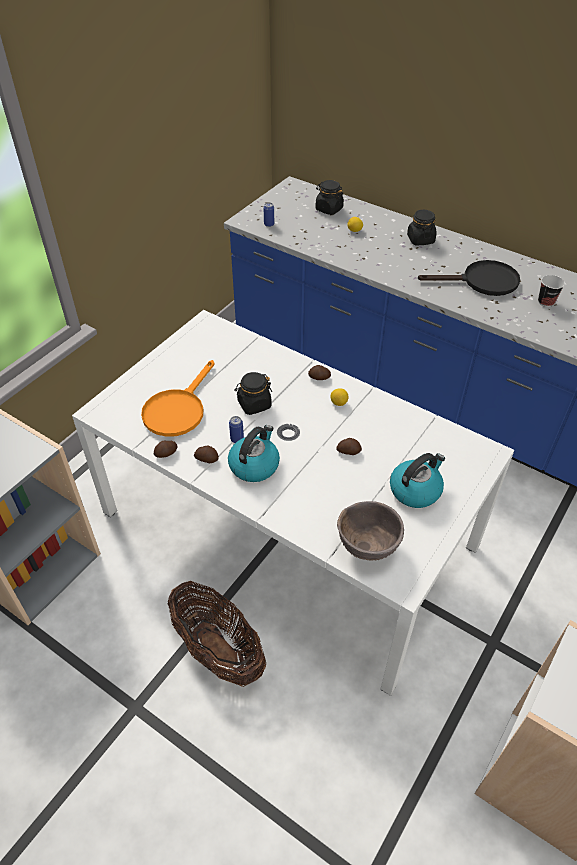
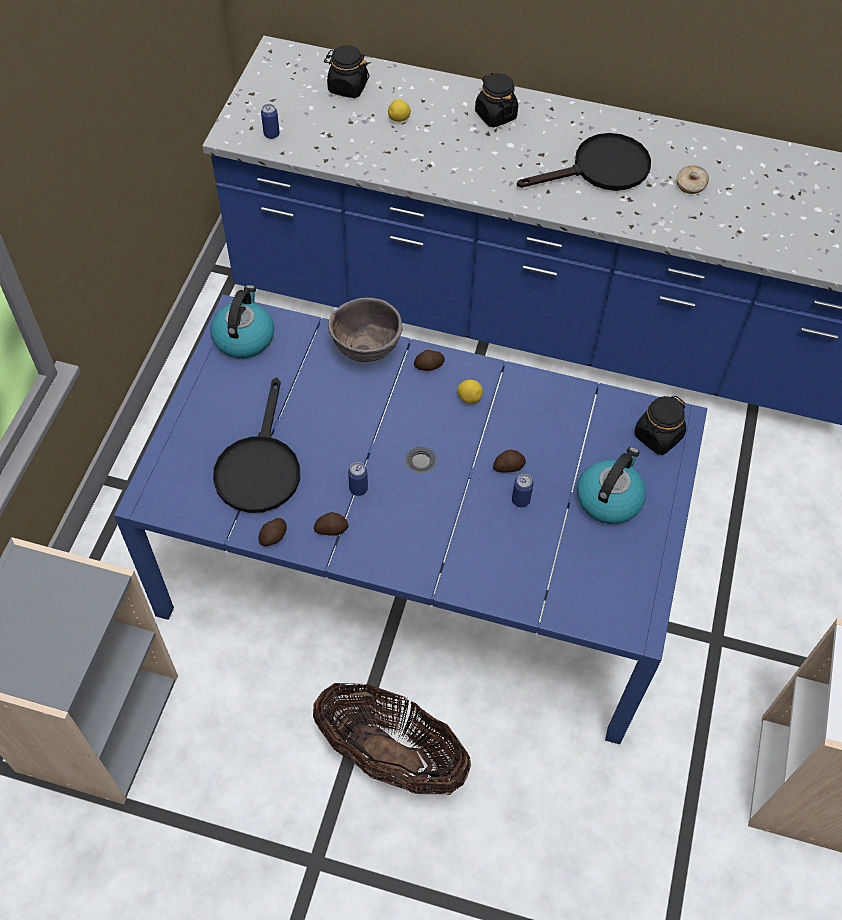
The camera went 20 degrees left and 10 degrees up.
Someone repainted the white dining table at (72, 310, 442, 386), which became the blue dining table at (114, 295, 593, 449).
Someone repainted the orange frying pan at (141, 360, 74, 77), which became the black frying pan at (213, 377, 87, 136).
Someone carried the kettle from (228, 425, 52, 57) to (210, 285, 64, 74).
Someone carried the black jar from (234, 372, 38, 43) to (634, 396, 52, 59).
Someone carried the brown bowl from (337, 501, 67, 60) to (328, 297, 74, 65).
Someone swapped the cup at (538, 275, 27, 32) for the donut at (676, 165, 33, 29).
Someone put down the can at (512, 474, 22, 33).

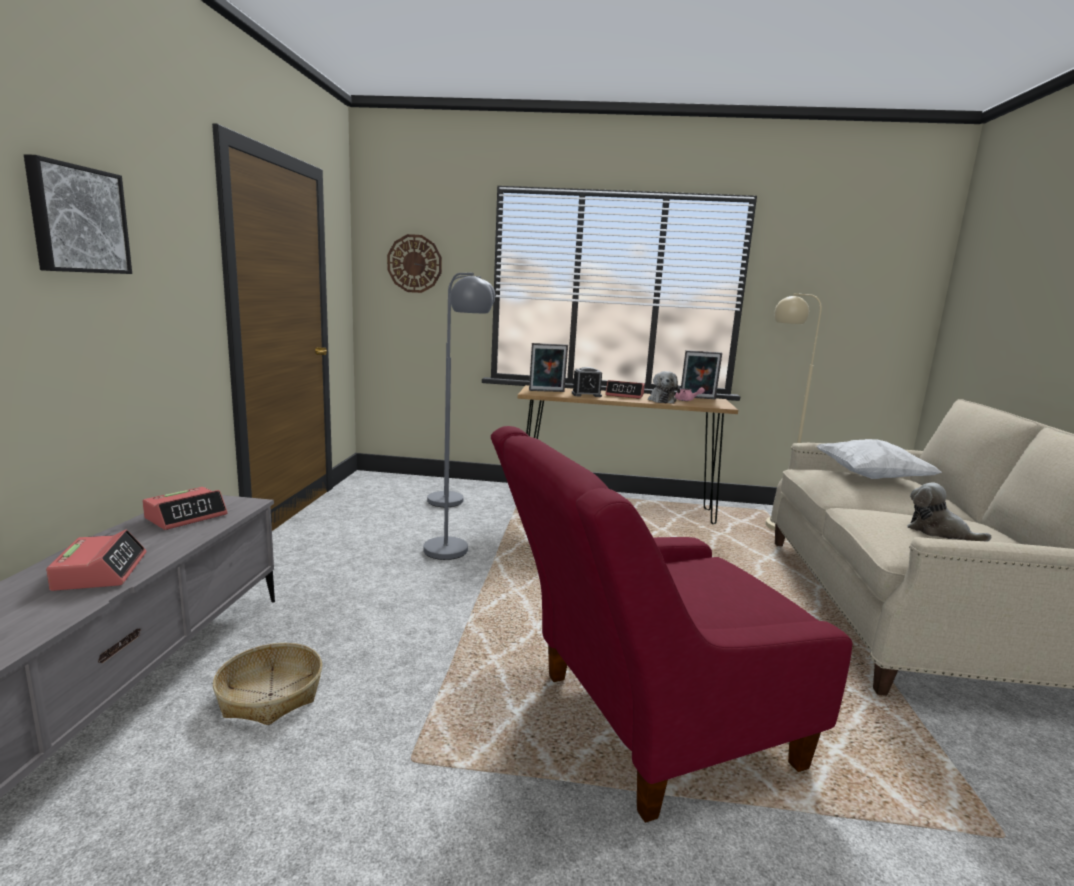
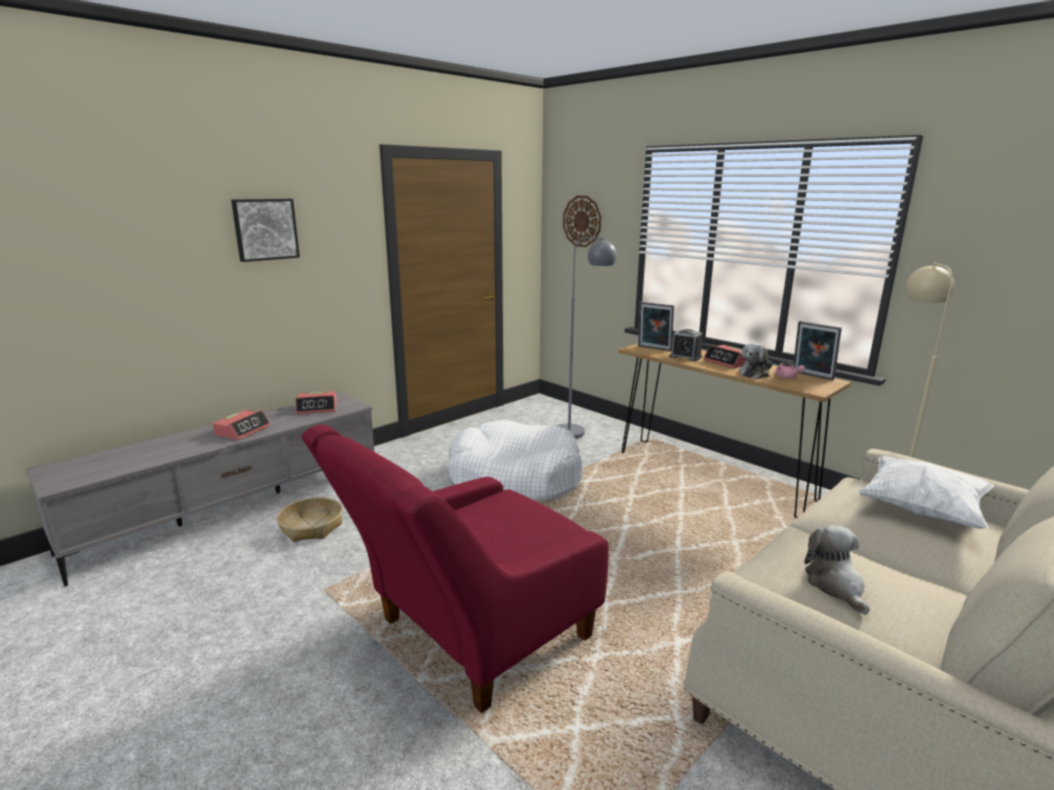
The camera went 40 degrees right and 5 degrees up.
Someone swapped the grey floor lamp at (423, 273, 70, 287) for the white dog bed at (447, 420, 135, 80).
Someone rotated the red armchair at (491, 426, 361, 397) by 60 degrees counterclockwise.

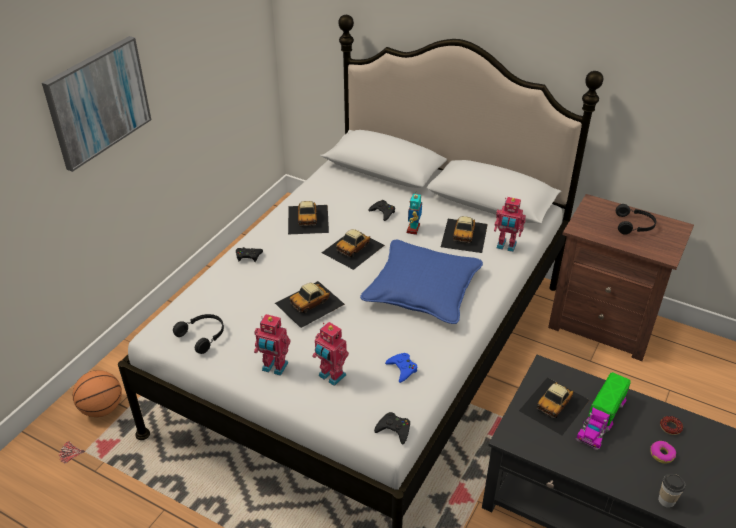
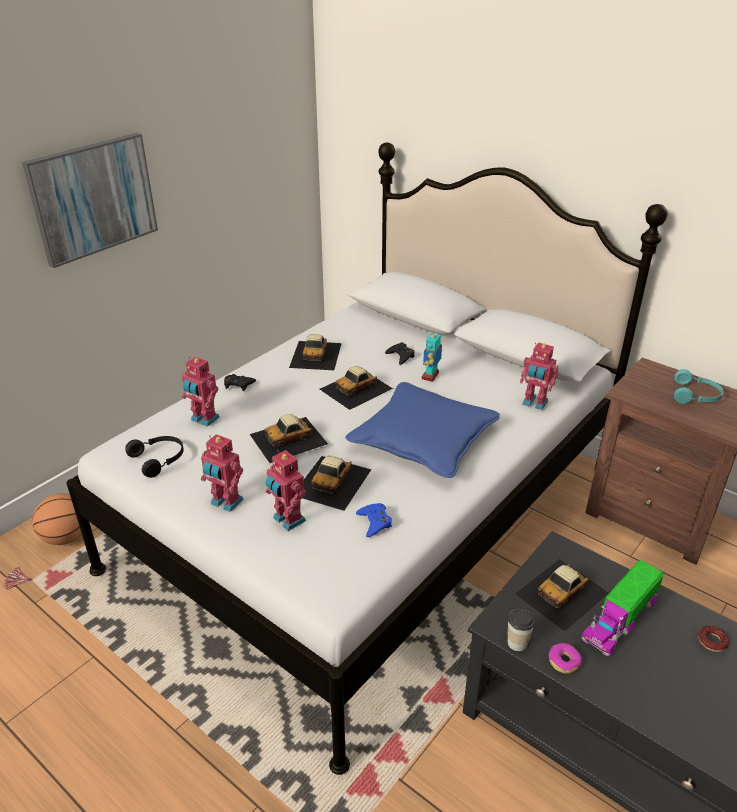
The camera went 10 degrees right and 5 degrees down.
Someone took away the black game controller at (374, 412, 36, 33).
Someone carried the toy car from (441, 216, 47, 37) to (303, 456, 69, 55).
Someone repainted the black headphones at (616, 204, 40, 31), which became the turquoise headphones at (674, 369, 50, 35).
Someone carried the donut from (650, 441, 26, 23) to (549, 643, 33, 31).
Someone carried the cup from (658, 474, 27, 34) to (508, 609, 27, 42).
Someone put down the toy robot at (182, 357, 38, 70).

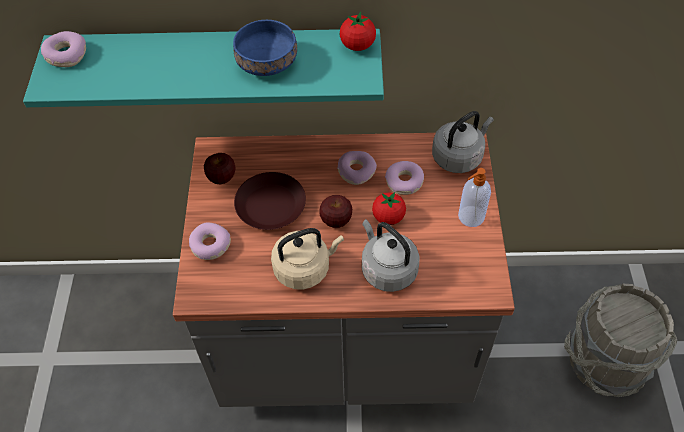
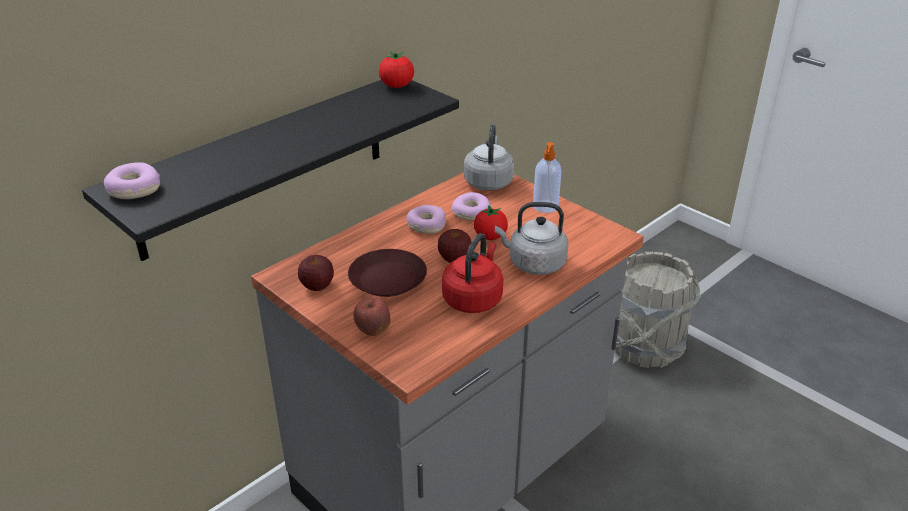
The camera went 45 degrees left and 20 degrees down.
Someone repainted the turquoise shelf at (23, 29, 361, 78), which became the black shelf at (82, 80, 377, 181).
Someone swapped the donut at (189, 222, 42, 38) for the apple at (353, 297, 37, 39).
Someone took away the blue bowl at (233, 20, 64, 56).
Someone repainted the beige kettle at (271, 228, 73, 62), which became the red kettle at (442, 233, 61, 80).

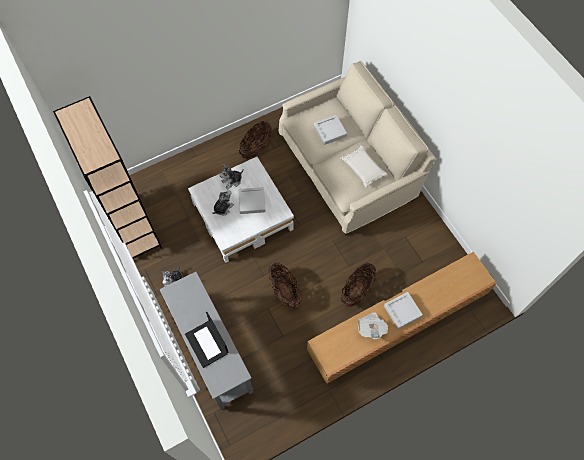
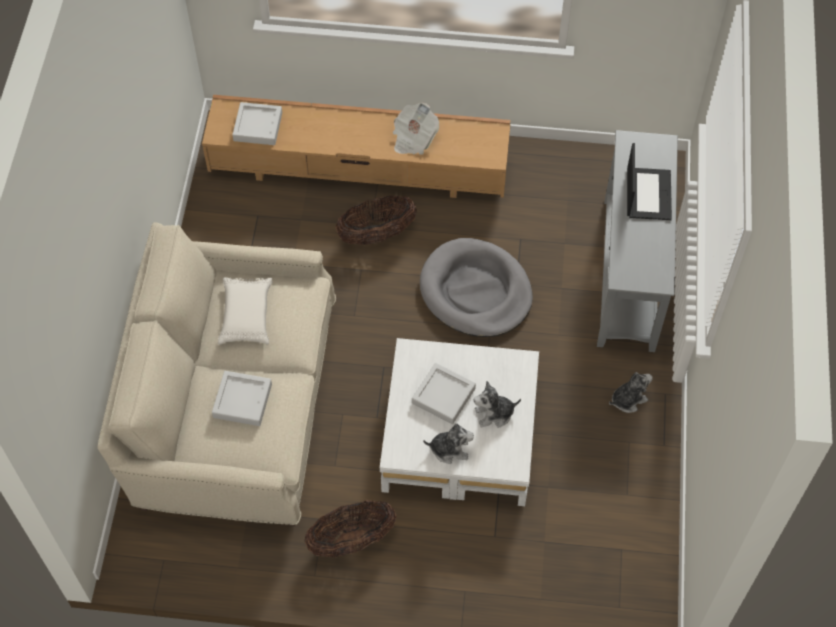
The camera went 145 degrees left and 5 degrees down.
Someone took away the beige bookcase at (53, 96, 109, 163).
Someone swapped the basket at (269, 262, 32, 47) for the grey dog bed at (420, 238, 113, 99).
Someone carried the grey tray from (384, 292, 39, 37) to (232, 102, 50, 43).

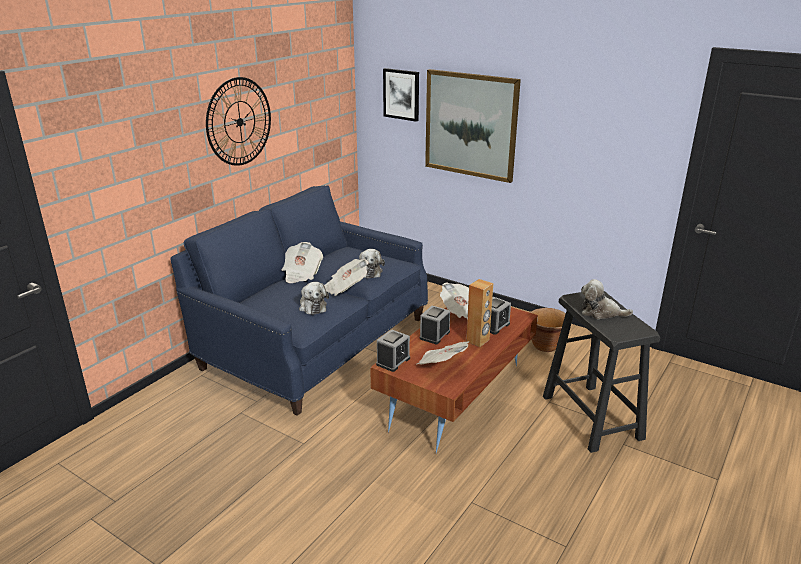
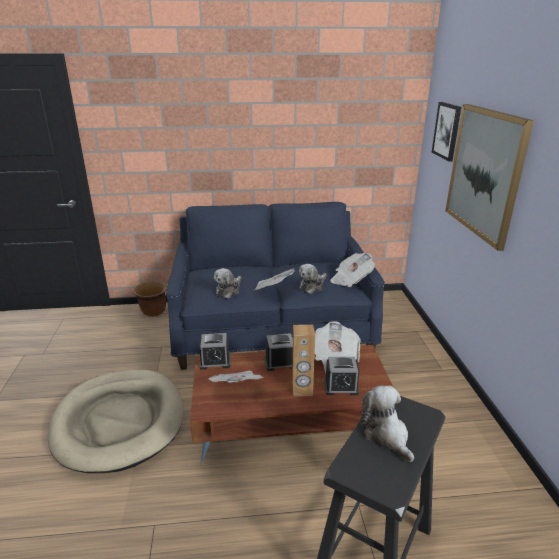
The camera went 50 degrees right and 0 degrees up.
Someone took away the wall clock at (206, 77, 65, 89).
Someone carried the newspaper from (282, 242, 41, 41) to (330, 253, 45, 34).
Someone carried the brown planter from (530, 308, 36, 44) to (133, 281, 34, 36).
Someone put down the beige dog bed at (48, 370, 136, 103).

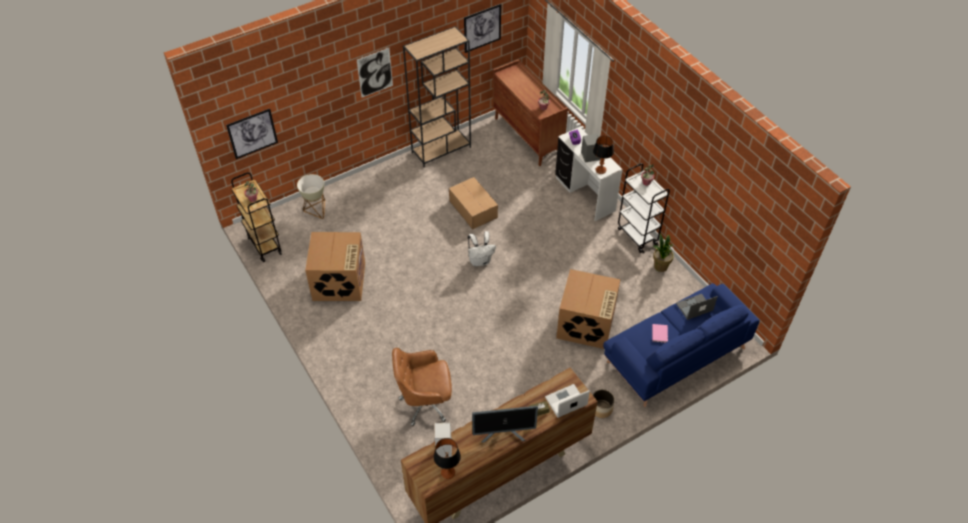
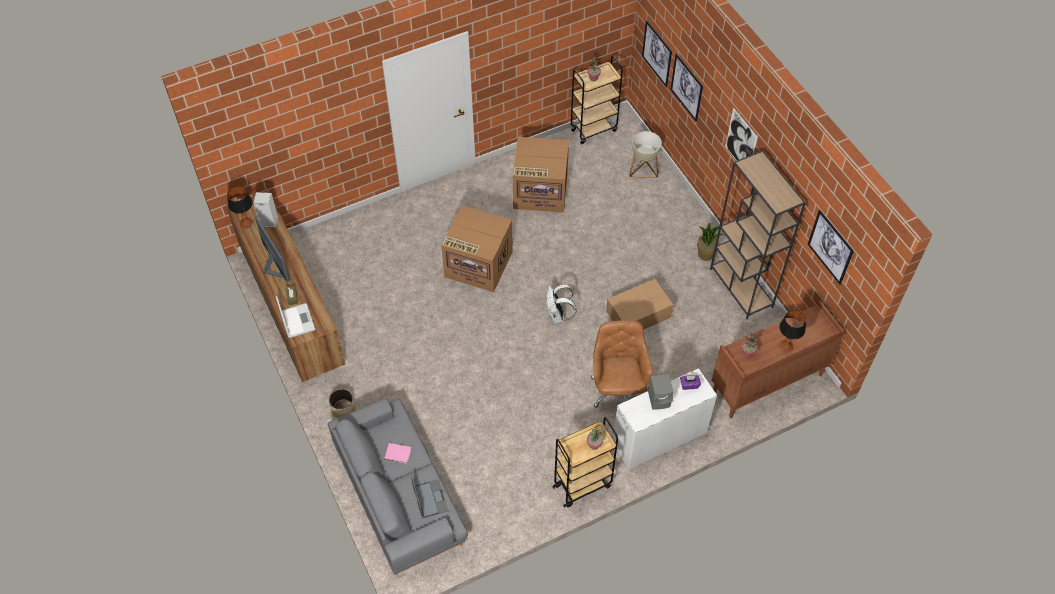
The camera went 95 degrees right and 5 degrees up.
Someone carried the brown office chair from (392, 348, 60, 78) to (591, 320, 62, 88).
Someone rotated the monitor at (472, 406, 66, 37) by 150 degrees clockwise.
Someone carried the cardboard box from (556, 269, 64, 80) to (441, 205, 72, 87).
Someone carried the table lamp from (593, 136, 21, 38) to (779, 310, 27, 42).
Someone repainted the blue sofa at (603, 283, 157, 124), which became the grey sofa at (328, 398, 140, 179).
Someone repainted the white cart at (618, 163, 52, 90), which became the brown cart at (552, 417, 66, 91).
Someone carried the potted plant from (653, 233, 21, 39) to (697, 223, 28, 38).
Someone put up the picture at (670, 53, 33, 69).

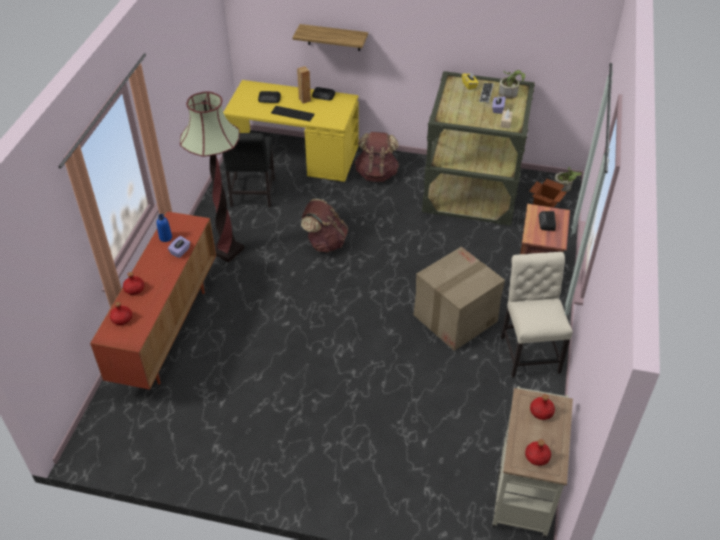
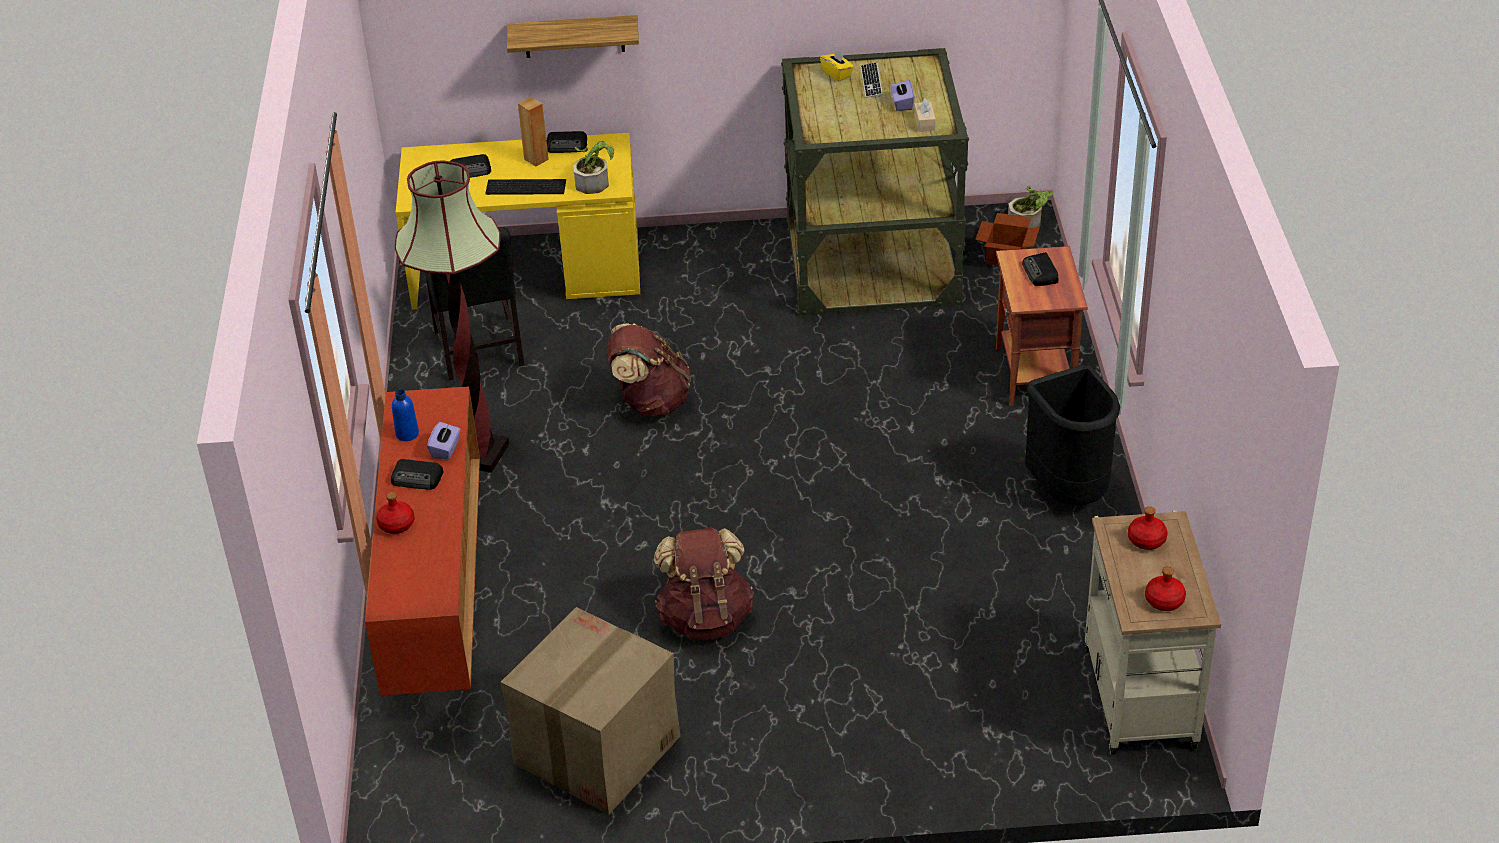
The camera went 15 degrees left and 5 degrees down.
Someone took away the red bottle at (110, 302, 22, 23).
Someone carried the brown backpack from (355, 132, 44, 50) to (654, 528, 100, 112).
Someone carried the cardboard box from (413, 246, 92, 105) to (500, 607, 180, 208).
Someone carried the potted plant from (499, 70, 26, 29) to (573, 141, 41, 53).
Someone swapped the beige chair at (501, 252, 72, 126) for the black trash can at (1025, 365, 95, 140).
Someone put down the radio at (391, 459, 53, 31).

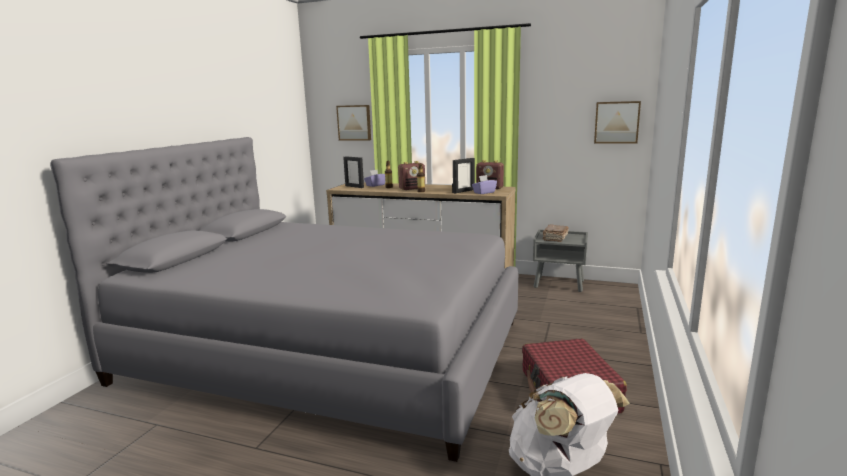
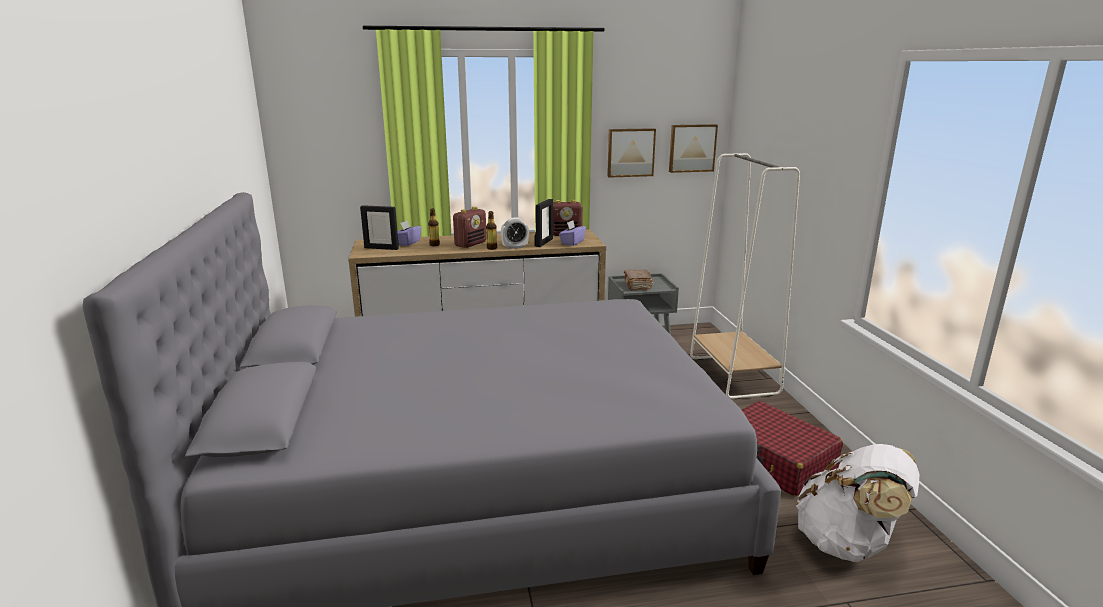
The camera went 30 degrees left and 5 degrees up.
Someone carried the picture from (336, 105, 35, 36) to (607, 128, 49, 50).
Someone put down the alarm clock at (501, 217, 28, 32).
Someone put down the clothes rack at (690, 153, 110, 246).

